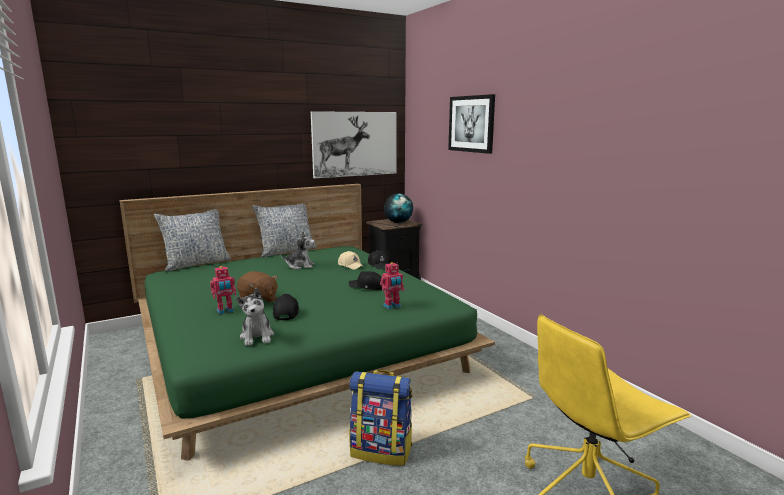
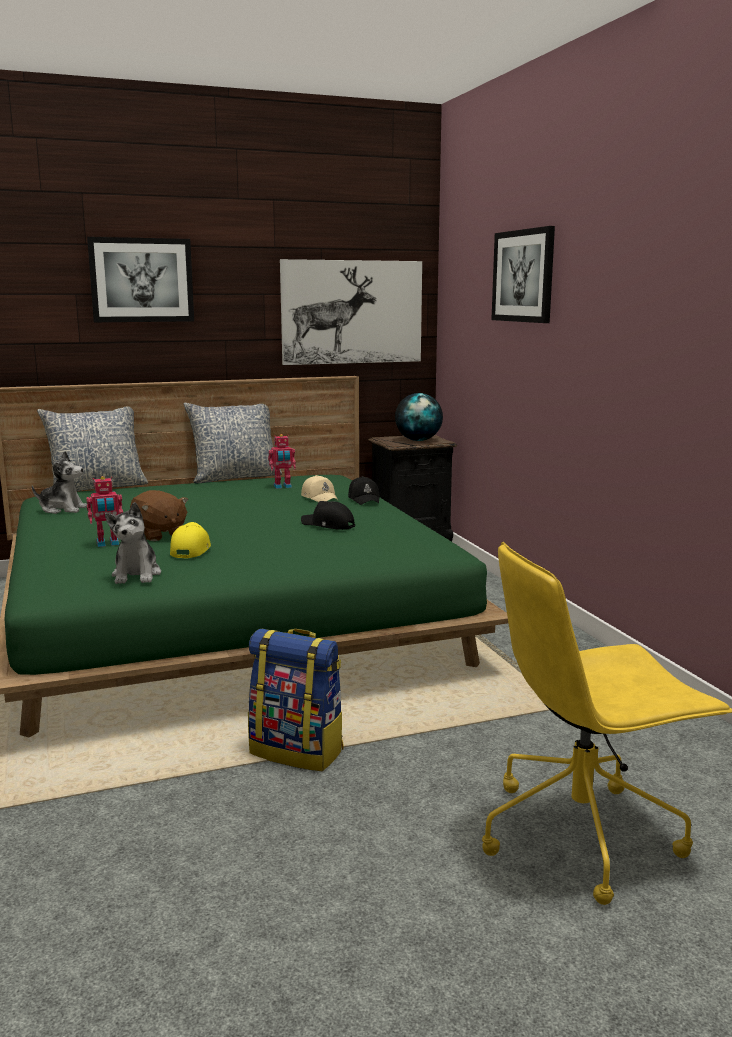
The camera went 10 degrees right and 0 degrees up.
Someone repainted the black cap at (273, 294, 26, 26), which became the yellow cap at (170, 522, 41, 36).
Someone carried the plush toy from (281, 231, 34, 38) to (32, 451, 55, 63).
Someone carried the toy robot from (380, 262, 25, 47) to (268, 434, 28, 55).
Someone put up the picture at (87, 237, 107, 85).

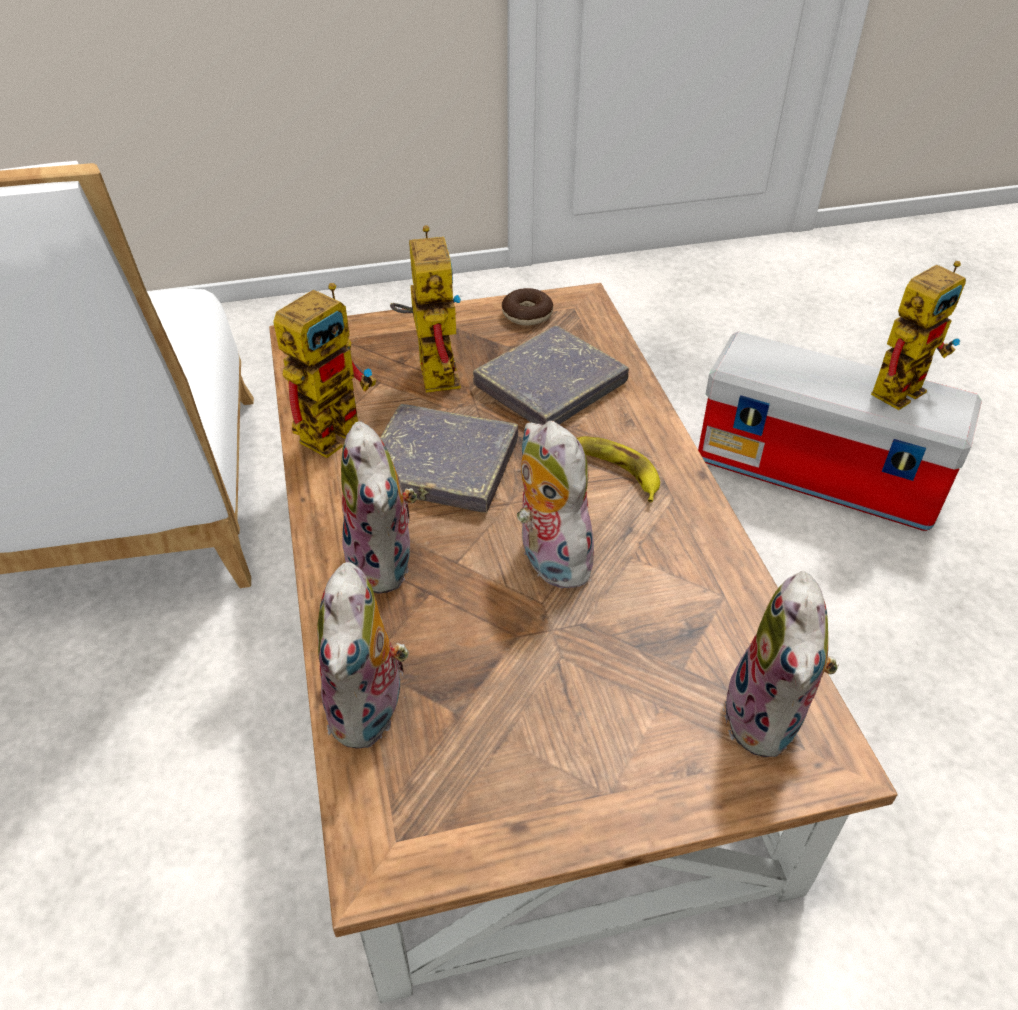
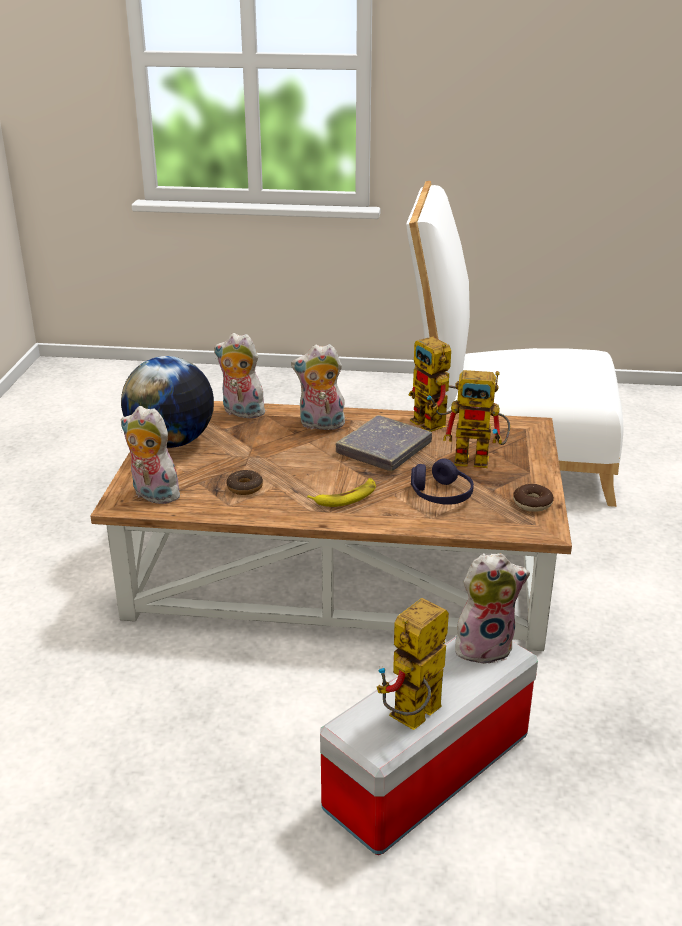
The camera went 110 degrees right and 15 degrees down.
Someone swapped the grey book at (473, 325, 156, 100) for the purple headphones at (411, 458, 63, 47).
Someone carried the plush toy from (517, 420, 82, 168) to (455, 553, 75, 111).
Someone rotated the toy robot at (871, 261, 95, 149) by 60 degrees clockwise.
Someone put down the globe at (121, 356, 93, 92).
Someone put down the donut at (226, 470, 37, 25).

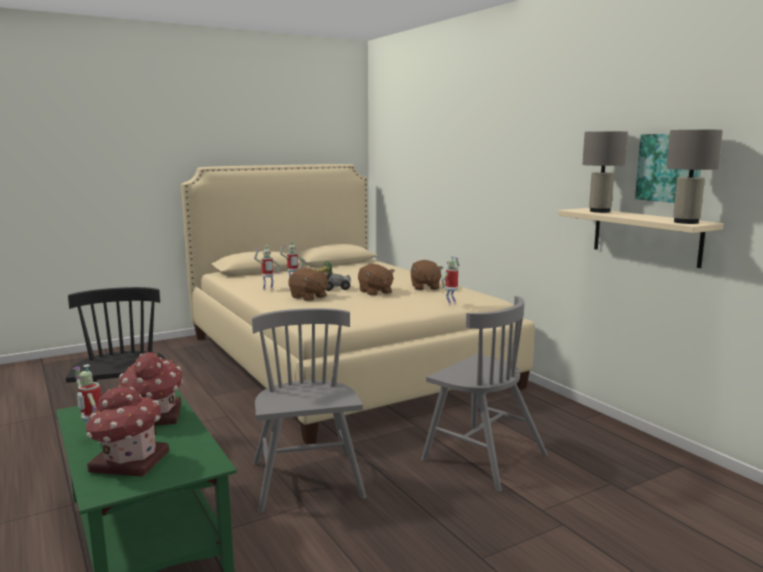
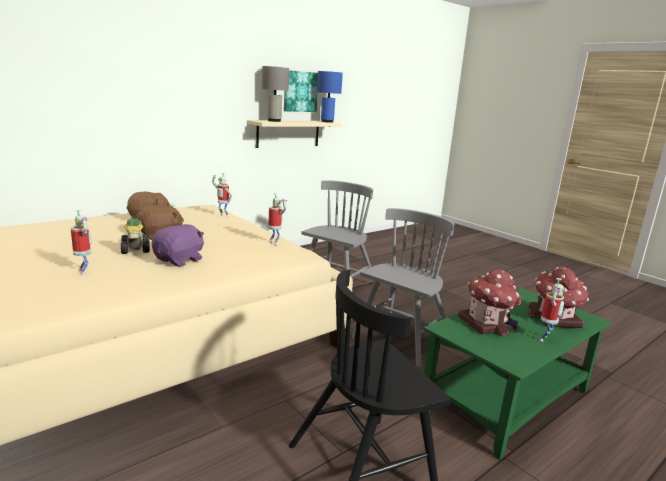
The camera went 100 degrees left and 5 degrees up.
Someone rotated the grey chair at (252, 308, 114, 205) by 150 degrees clockwise.
Someone carried the toy robot from (254, 246, 26, 44) to (268, 193, 19, 52).
Someone repainted the brown plush toy at (288, 268, 41, 33), which became the purple plush toy at (152, 224, 52, 43).
Someone repainted the grey table lamp at (667, 130, 56, 94), which became the blue table lamp at (317, 71, 26, 52).

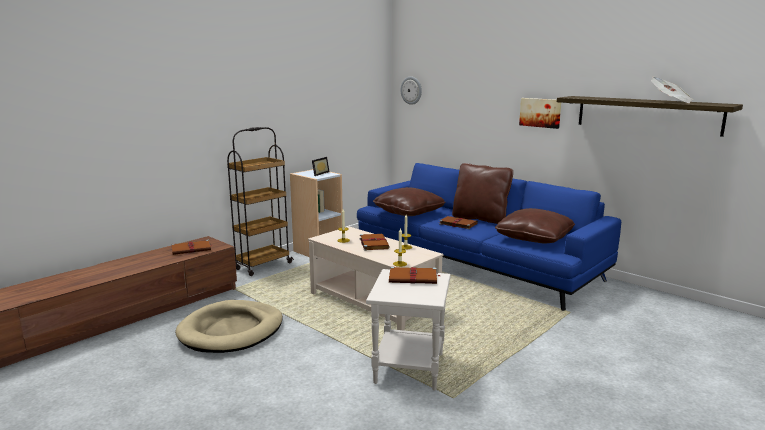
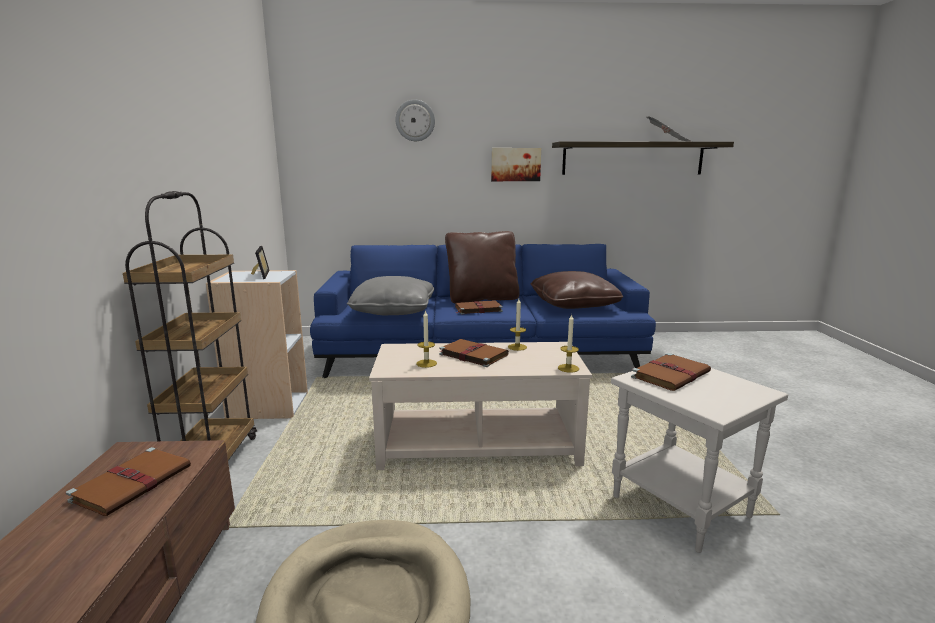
The camera went 45 degrees left and 0 degrees up.
Someone repainted the brown pillow at (373, 187, 72, 29), which became the grey pillow at (347, 276, 87, 39).
Someone carried the wall clock from (401, 76, 21, 29) to (395, 99, 40, 42).

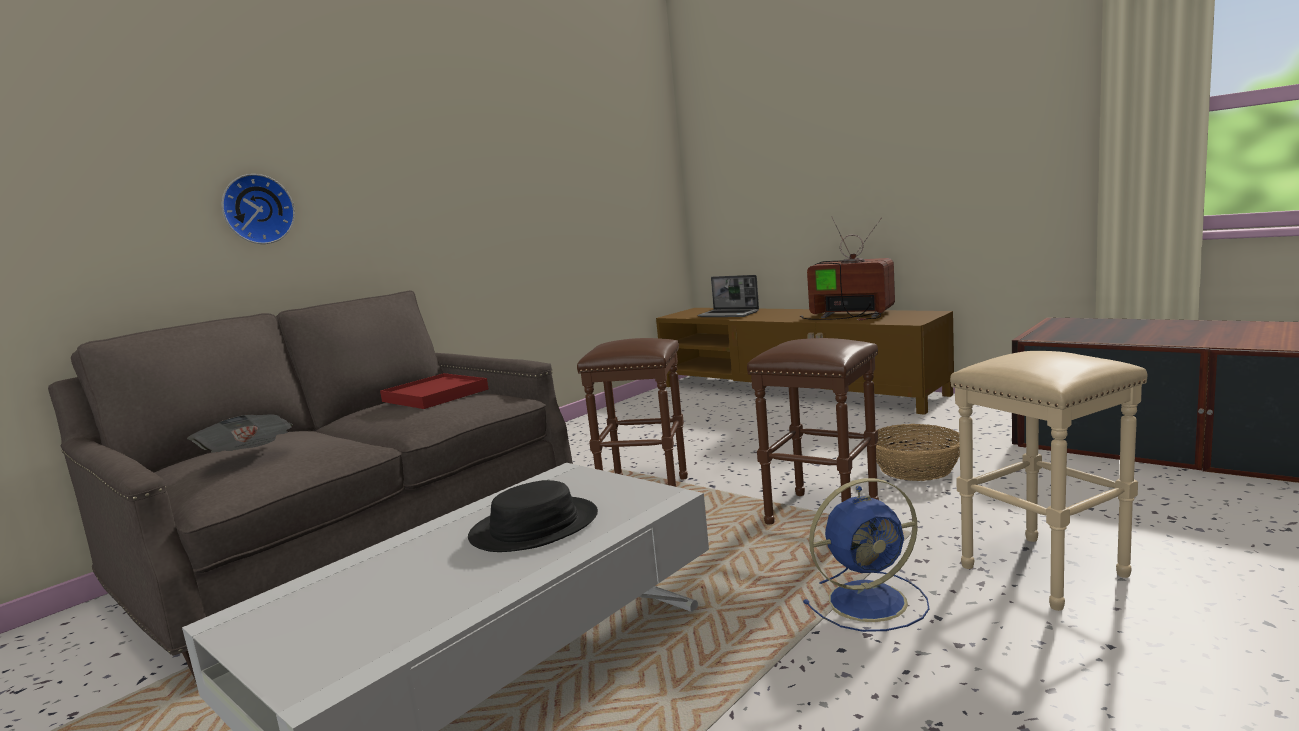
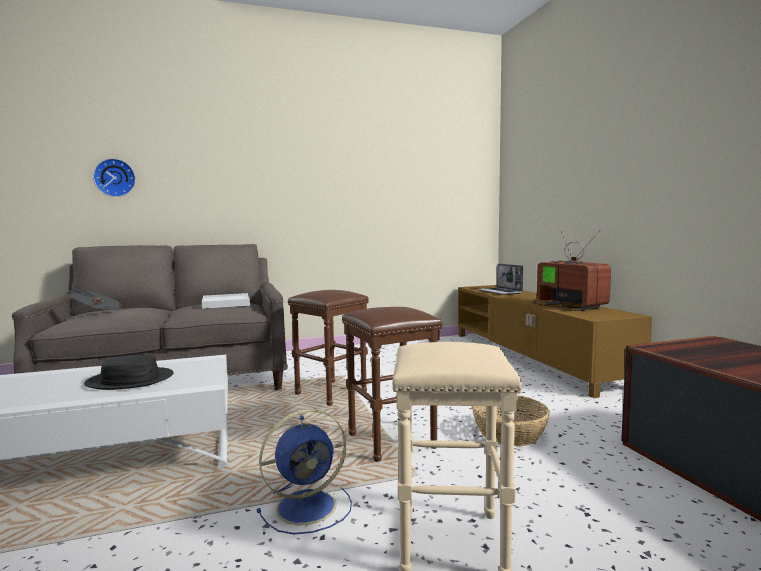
The camera went 30 degrees right and 5 degrees down.
Someone carried the wall clock from (222, 174, 73, 70) to (93, 158, 43, 39).
Someone repainted the red tray at (380, 373, 108, 36), which became the white tray at (202, 293, 48, 16).
Someone rotated the blue fan at (803, 478, 127, 154) by 45 degrees counterclockwise.

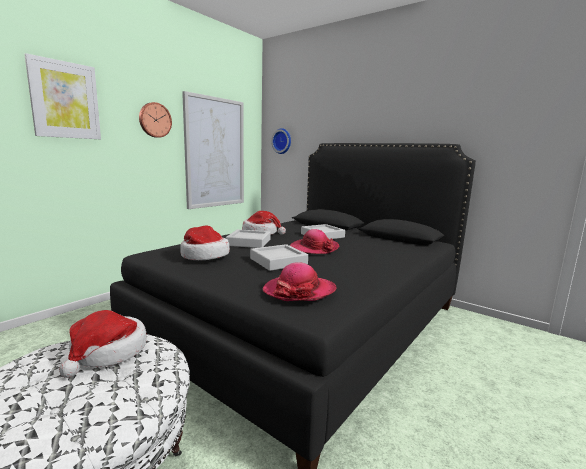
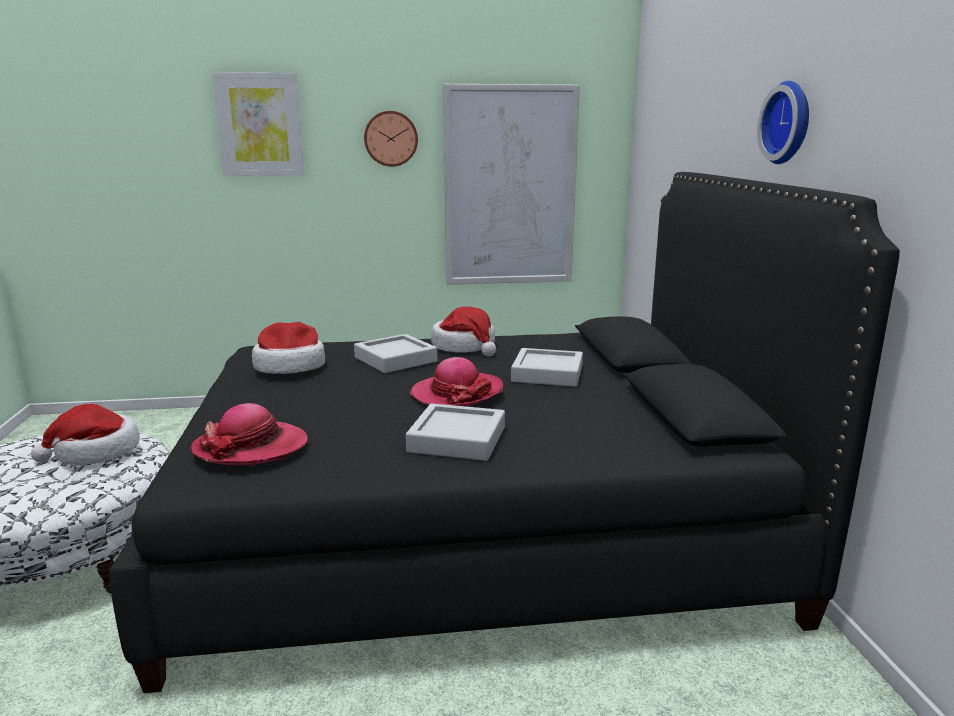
The camera went 45 degrees right and 5 degrees up.
Someone carried the grey tray from (250, 244, 58, 27) to (406, 403, 99, 58).
Someone carried the wall clock from (271, 128, 20, 26) to (757, 81, 52, 83).

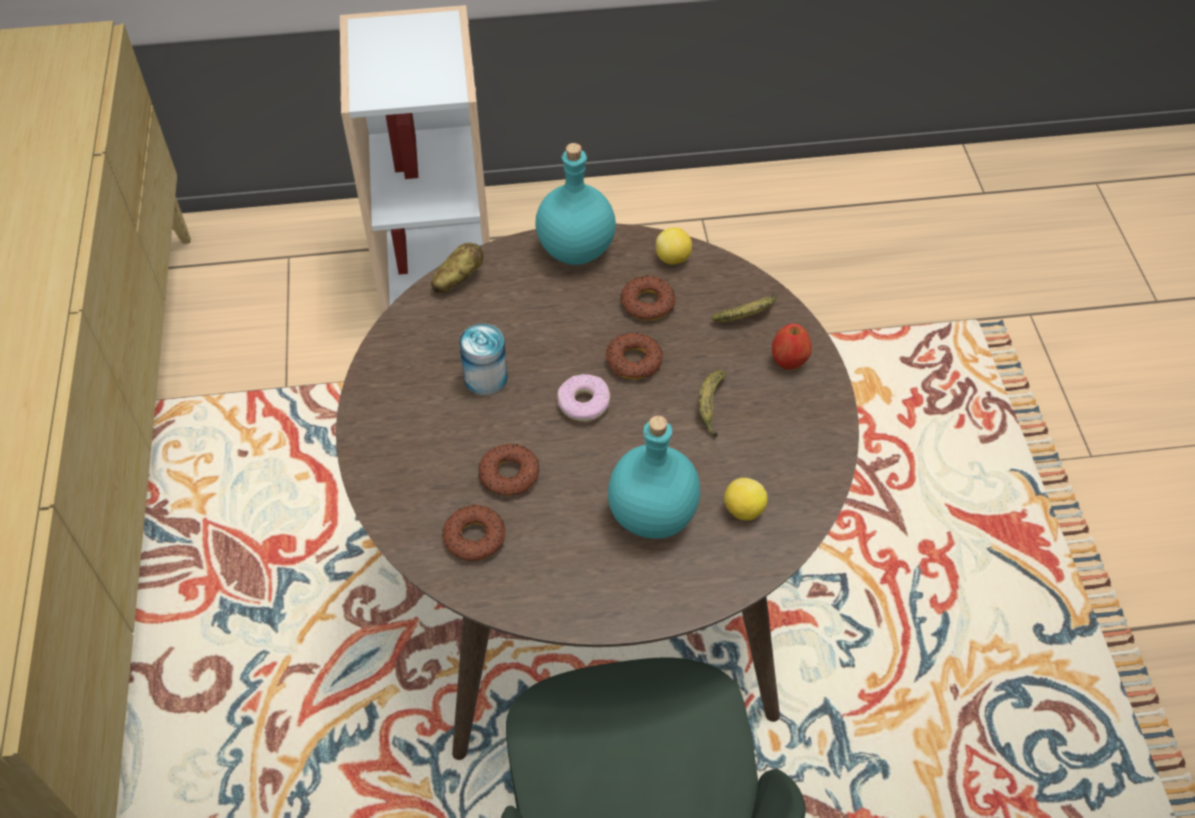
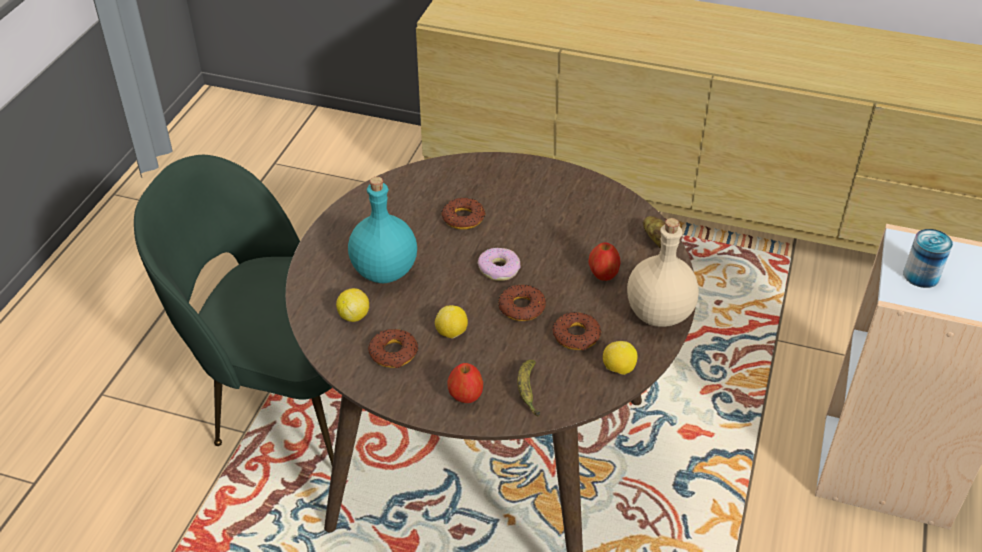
The camera went 115 degrees right and 10 degrees down.
Someone carried the donut from (442, 504, 64, 57) to (368, 329, 50, 39).
Someone carried the can from (459, 324, 49, 71) to (903, 229, 50, 59).
Someone repainted the turquoise bottle at (535, 143, 81, 122), which became the beige bottle at (627, 218, 72, 109).
Someone swapped the banana at (698, 370, 29, 68) for the lemon at (435, 305, 33, 33).
Someone put down the apple at (588, 242, 33, 39).

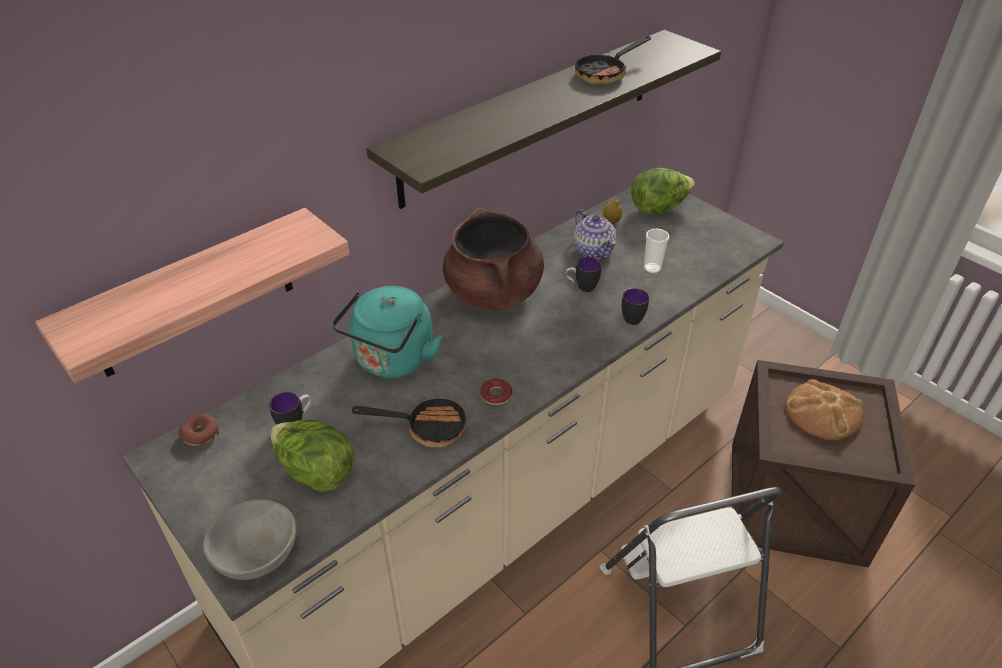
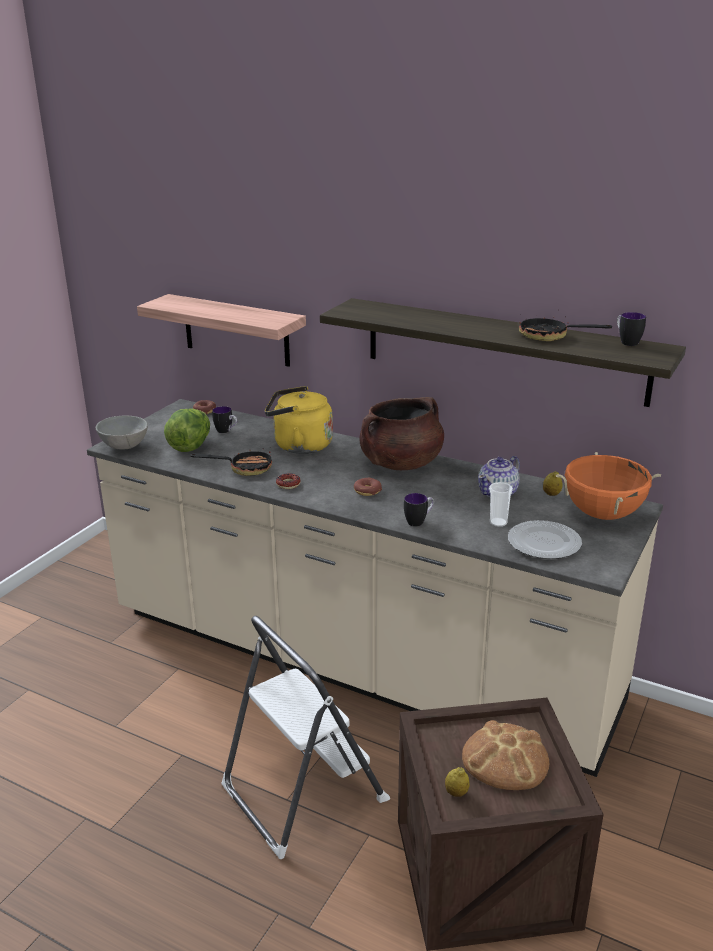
The camera went 70 degrees right and 15 degrees down.
Someone repainted the turquoise kettle at (332, 286, 111, 92), which became the yellow kettle at (265, 386, 68, 68).
Someone rotated the frying pan at (352, 396, 115, 51) by 75 degrees counterclockwise.
Someone carried the mug from (566, 257, 35, 35) to (617, 312, 29, 34).
Someone swapped the lettuce at (631, 168, 64, 47) for the orange cooking pot at (556, 452, 105, 68).
Someone put down the donut at (354, 478, 28, 18).
Someone put down the lemon at (445, 767, 25, 30).
Someone put down the plate at (508, 520, 74, 39).

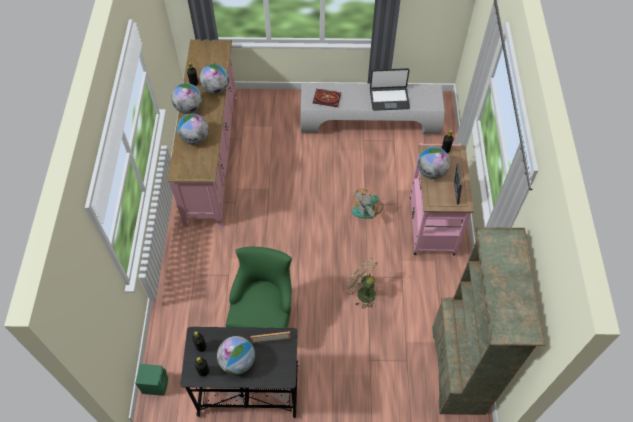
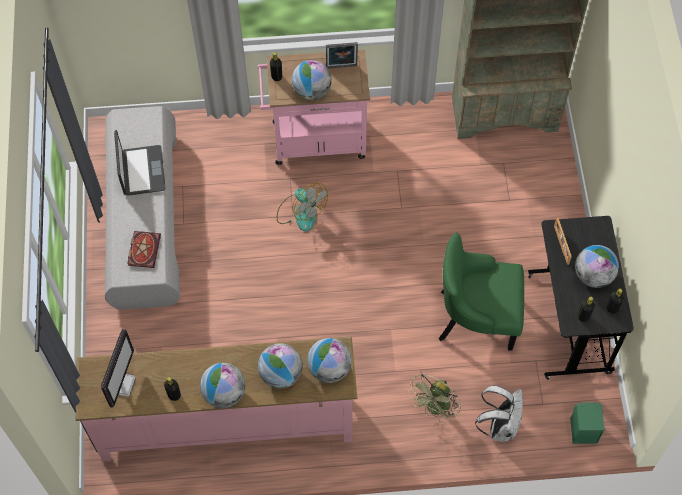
The camera went 95 degrees left and 5 degrees up.
Someone carried the globe from (199, 64, 30, 30) to (307, 338, 45, 45).
Someone carried the green fan from (344, 258, 34, 51) to (407, 374, 54, 48).
Someone put down the monitor at (101, 329, 35, 79).
Someone put down the white backpack at (475, 385, 48, 57).

